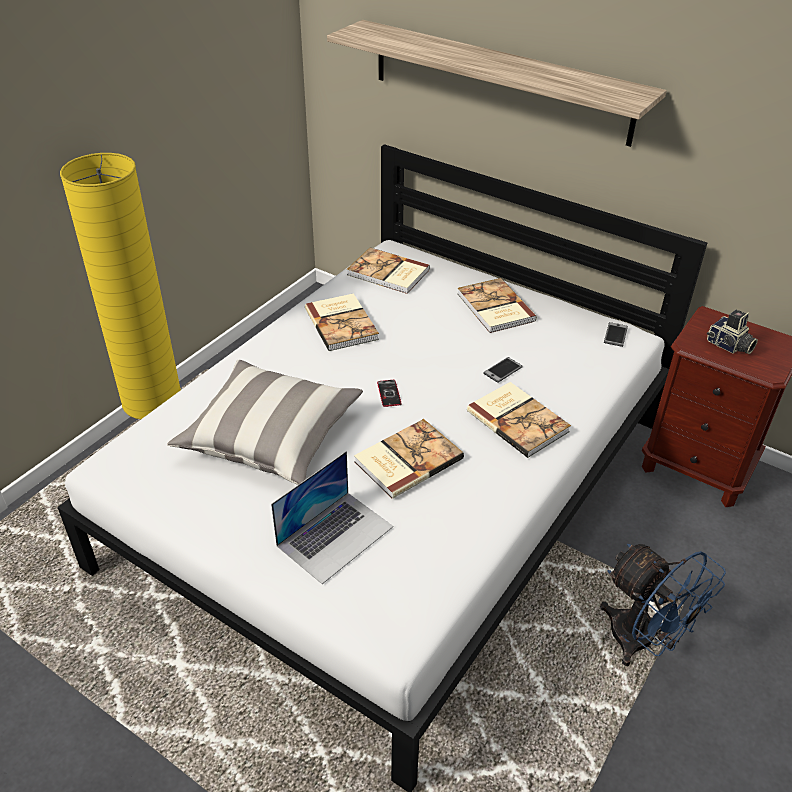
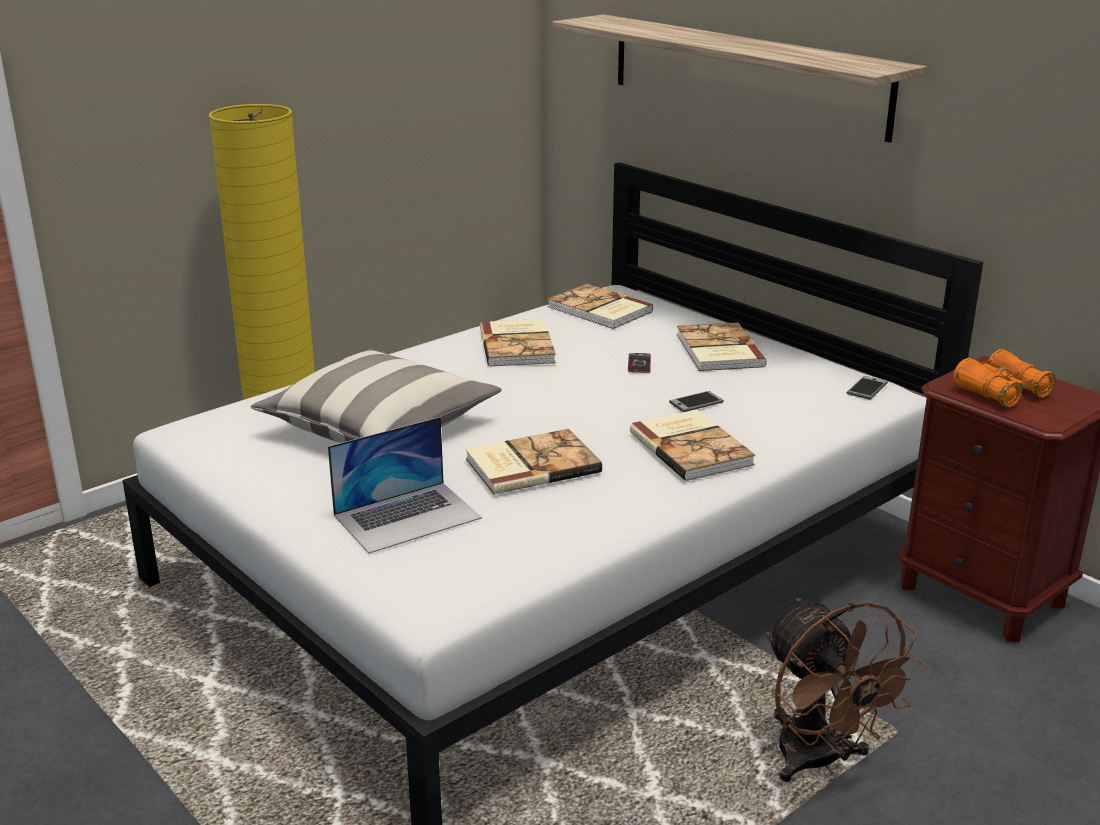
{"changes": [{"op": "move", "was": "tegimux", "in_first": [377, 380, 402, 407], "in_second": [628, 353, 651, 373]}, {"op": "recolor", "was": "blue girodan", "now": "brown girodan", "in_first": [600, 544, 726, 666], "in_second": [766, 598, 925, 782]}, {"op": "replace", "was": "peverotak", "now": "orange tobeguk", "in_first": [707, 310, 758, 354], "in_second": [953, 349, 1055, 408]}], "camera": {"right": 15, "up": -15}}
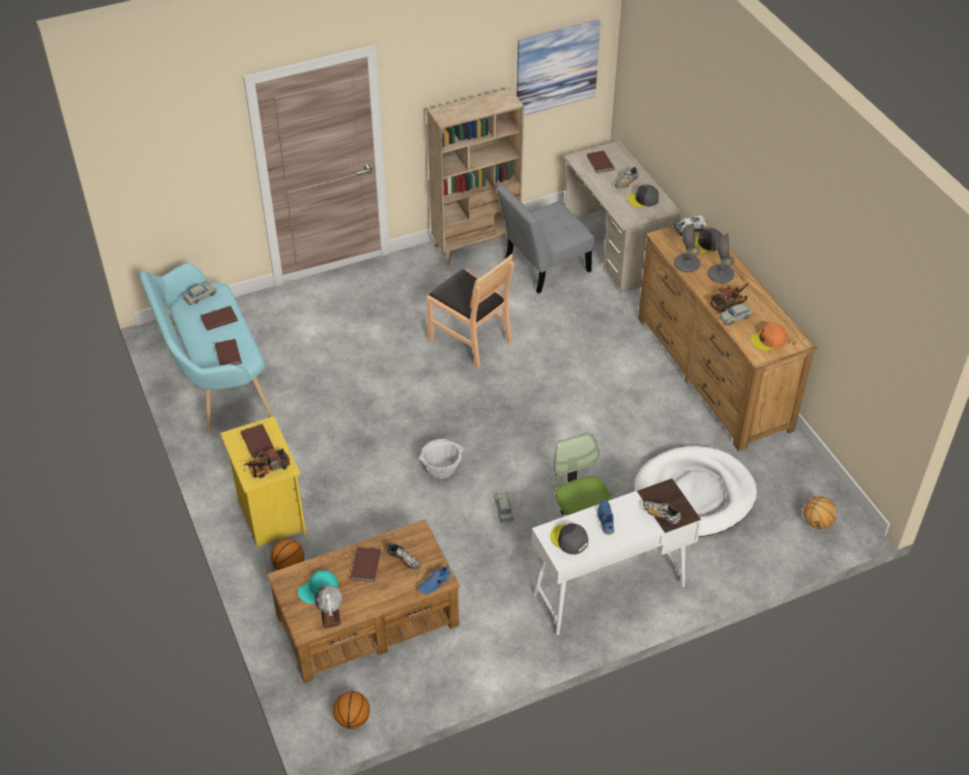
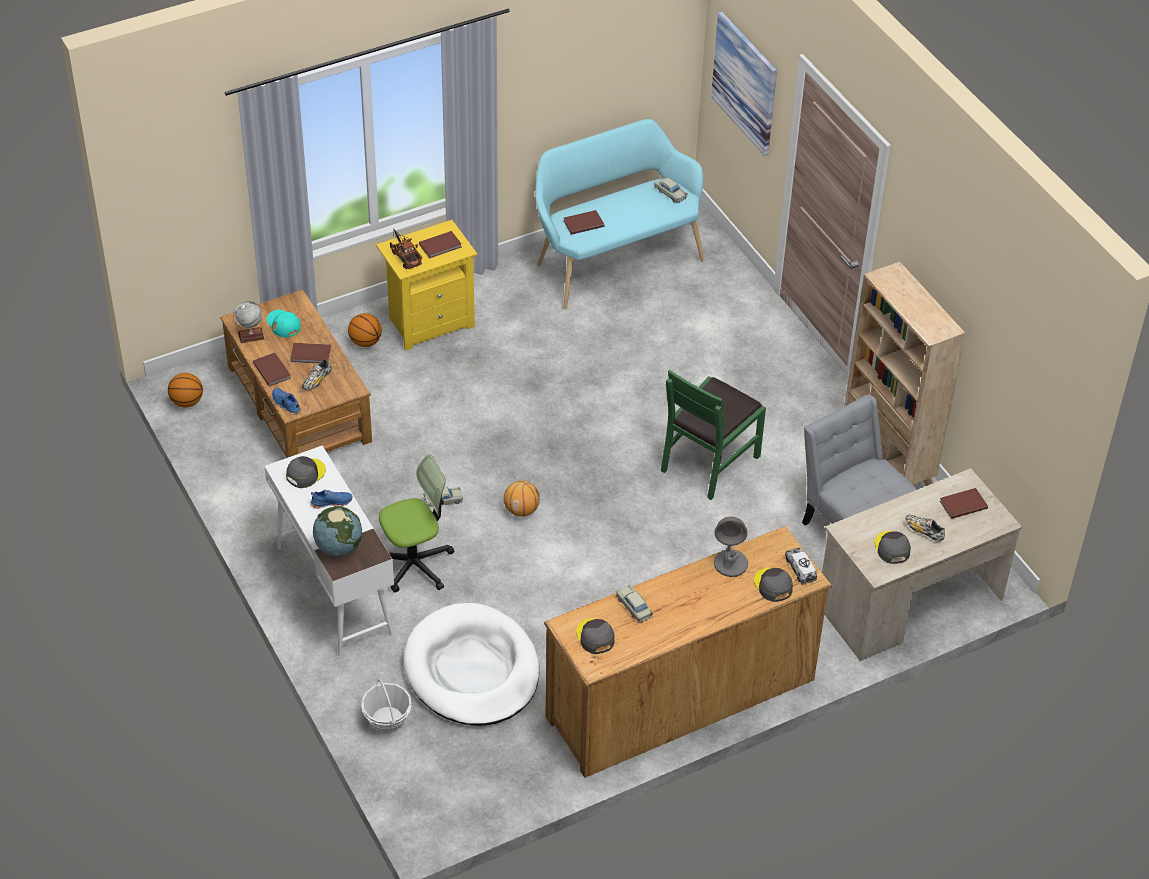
{"changes": [{"op": "move", "was": "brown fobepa", "in_first": [200, 306, 238, 331], "in_second": [253, 353, 291, 386]}, {"op": "move", "was": "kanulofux", "in_first": [418, 439, 464, 479], "in_second": [361, 679, 411, 733]}, {"op": "recolor", "was": "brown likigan", "now": "green likigan", "in_first": [426, 254, 514, 368], "in_second": [661, 370, 766, 500]}, {"op": "move", "was": "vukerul", "in_first": [517, 20, 601, 116], "in_second": [711, 12, 777, 156]}, {"op": "replace", "was": "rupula", "now": "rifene", "in_first": [643, 501, 681, 524], "in_second": [313, 506, 362, 556]}, {"op": "delete", "was": "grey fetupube", "in_first": [708, 234, 734, 283]}, {"op": "delete", "was": "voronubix", "in_first": [710, 283, 749, 313]}, {"op": "recolor", "was": "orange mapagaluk", "now": "grey mapagaluk", "in_first": [751, 323, 787, 351], "in_second": [576, 618, 615, 654]}, {"op": "move", "was": "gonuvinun", "in_first": [803, 496, 837, 529], "in_second": [504, 481, 540, 517]}], "camera": {"right": 85, "up": 0}}
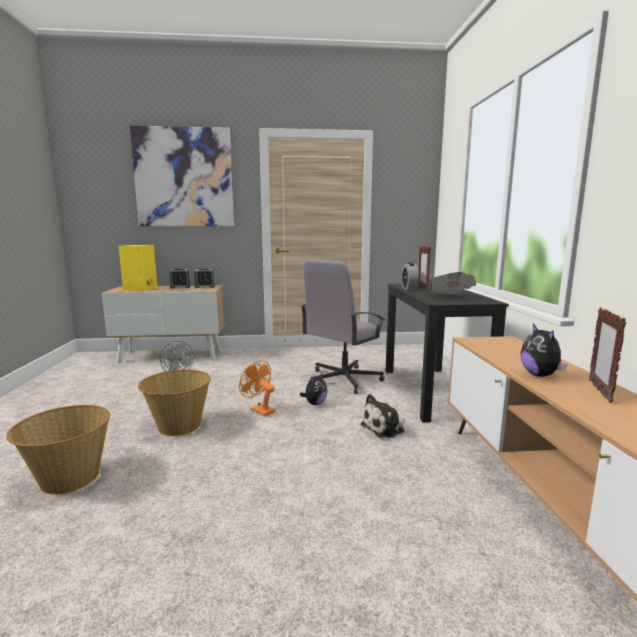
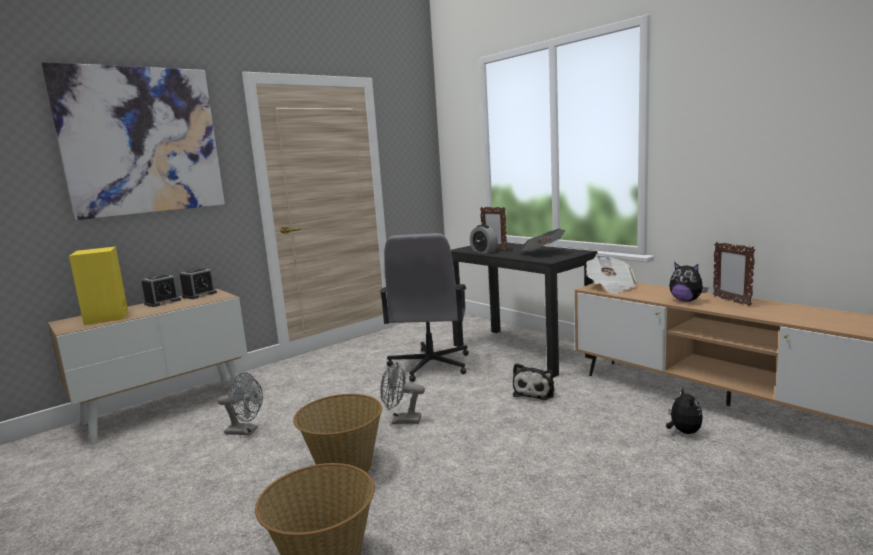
{"changes": [{"op": "recolor", "was": "orange girodan", "now": "grey girodan", "in_first": [239, 360, 275, 416], "in_second": [380, 362, 425, 424]}, {"op": "move", "was": "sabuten", "in_first": [300, 372, 327, 405], "in_second": [666, 388, 703, 434]}, {"op": "insert", "now": "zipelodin", "in_second": [586, 255, 636, 294]}], "camera": {"right": -35, "up": 0}}
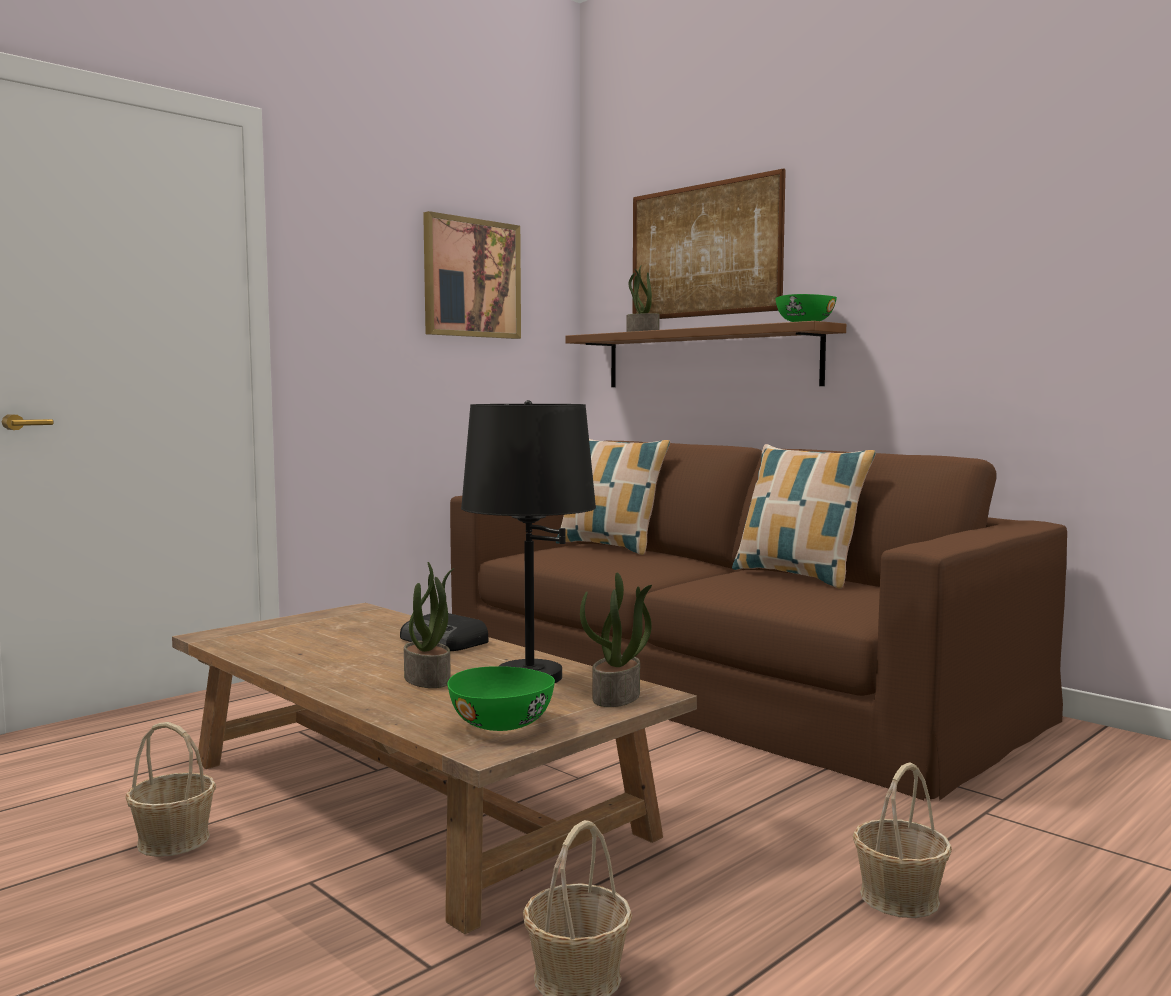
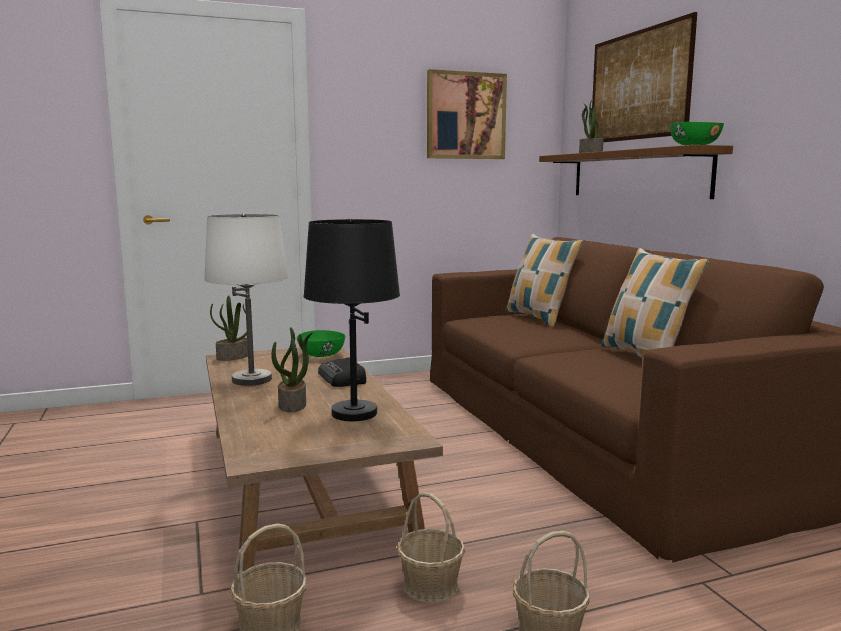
{"changes": [{"op": "move", "was": "kanulofux", "in_first": [125, 722, 216, 857], "in_second": [397, 492, 465, 603]}, {"op": "move", "was": "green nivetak", "in_first": [448, 666, 555, 731], "in_second": [297, 330, 345, 357]}, {"op": "move", "was": "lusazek", "in_first": [580, 573, 652, 707], "in_second": [210, 295, 248, 361]}, {"op": "insert", "now": "white fetupube", "in_second": [204, 213, 288, 386]}], "camera": {"right": 25, "up": 5}}
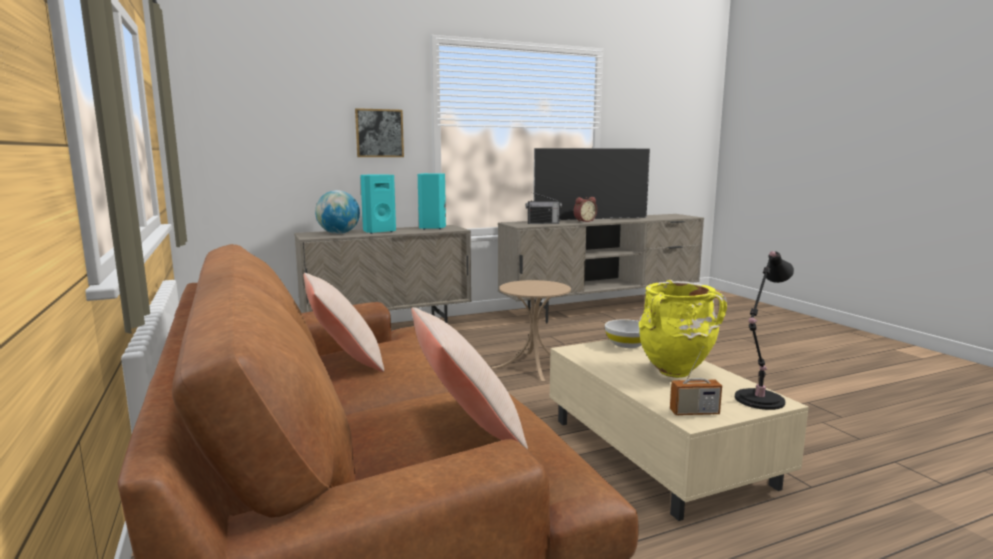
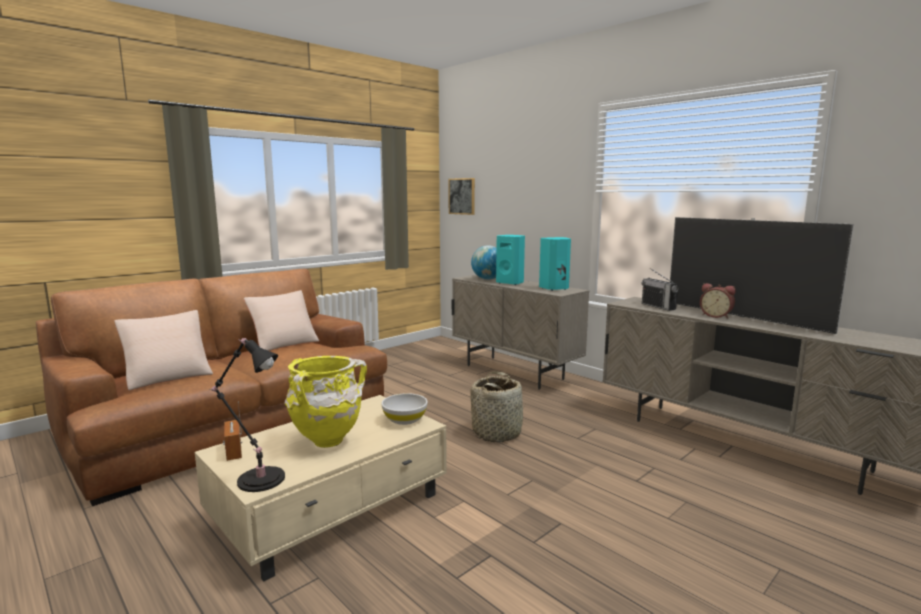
{"changes": [{"op": "move", "was": "vukerul", "in_first": [355, 108, 404, 157], "in_second": [448, 178, 475, 215]}, {"op": "replace", "was": "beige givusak", "now": "kanulofux", "in_first": [492, 280, 571, 382], "in_second": [470, 371, 525, 442]}], "camera": {"right": 70, "up": 0}}
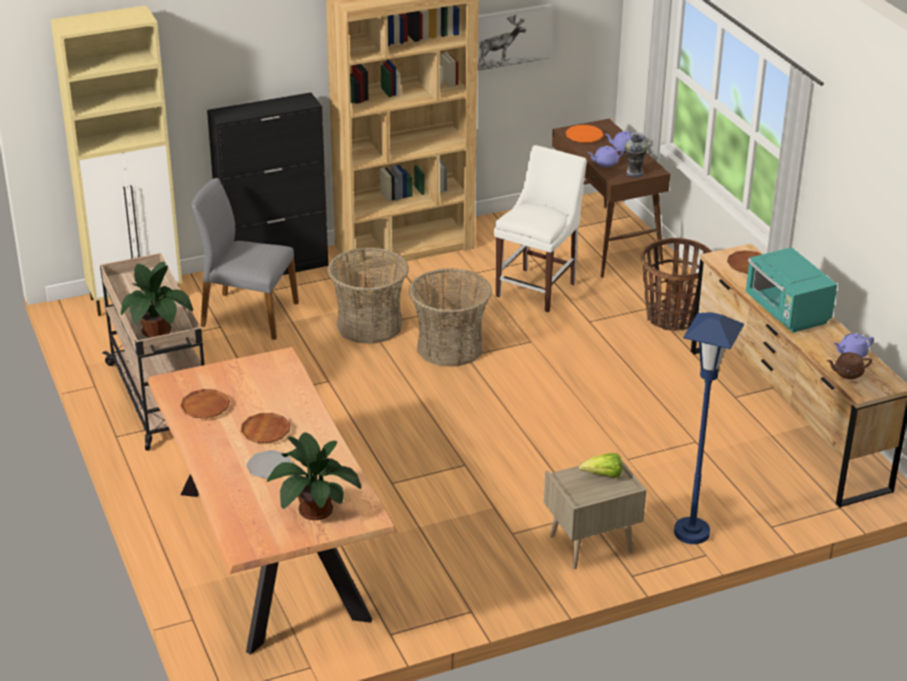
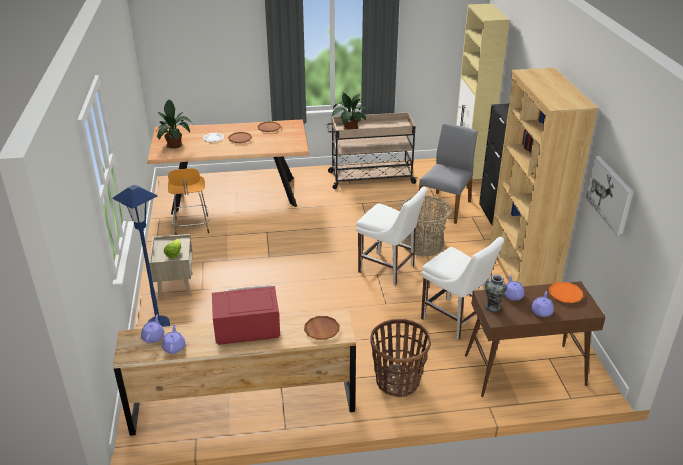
{"changes": [{"op": "replace", "was": "kanulofux", "now": "white likigan", "in_first": [409, 268, 492, 367], "in_second": [356, 187, 427, 286]}, {"op": "recolor", "was": "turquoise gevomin", "now": "red gevomin", "in_first": [745, 247, 837, 333], "in_second": [212, 286, 280, 345]}, {"op": "recolor", "was": "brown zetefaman", "now": "purple zetefaman", "in_first": [827, 352, 872, 379], "in_second": [141, 314, 165, 343]}, {"op": "insert", "now": "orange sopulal", "in_second": [168, 168, 210, 235]}], "camera": {"right": 105, "up": 0}}
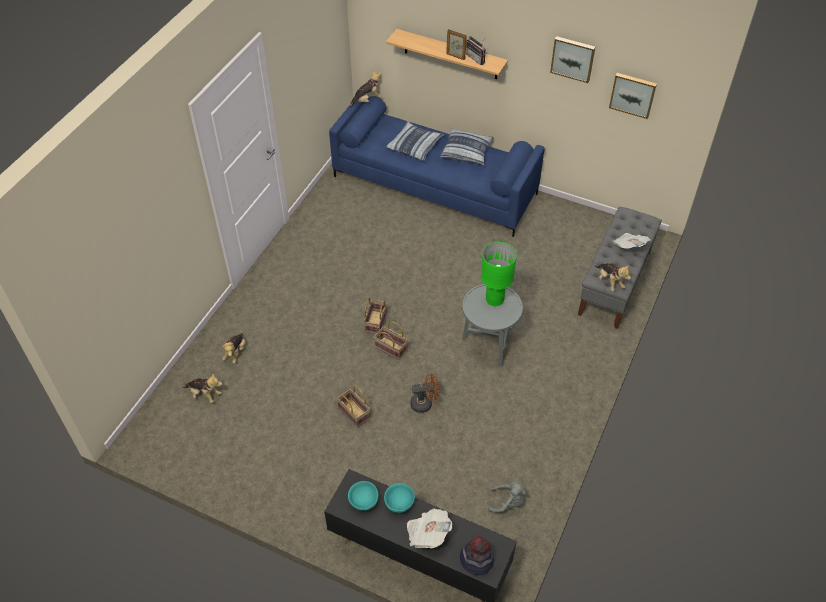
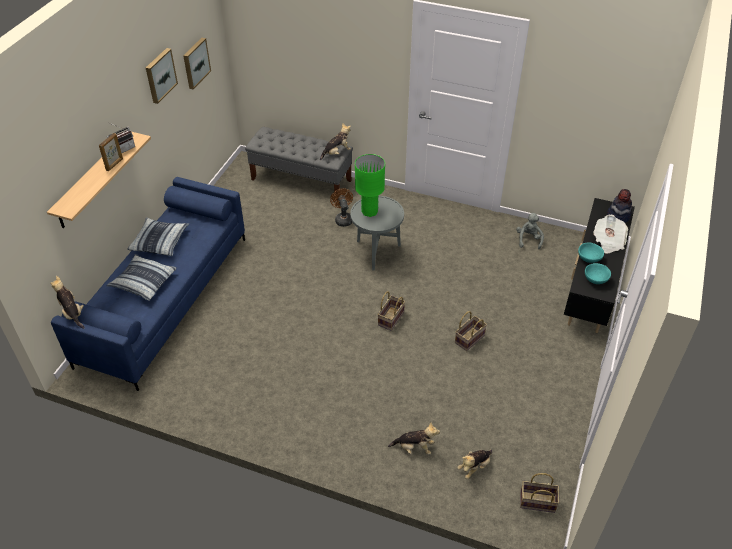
{"changes": [{"op": "rotate", "was": "sabuten", "in_first": [182, 373, 223, 403], "in_second": [457, 449, 492, 479], "clockwise": -150}, {"op": "move", "was": "kanulofux", "in_first": [364, 298, 387, 334], "in_second": [520, 473, 559, 513]}, {"op": "move", "was": "brown girodan", "in_first": [410, 373, 439, 413], "in_second": [330, 188, 353, 227]}, {"op": "delete", "was": "zipelodin", "in_first": [613, 233, 650, 249]}], "camera": {"right": -95, "up": -5}}
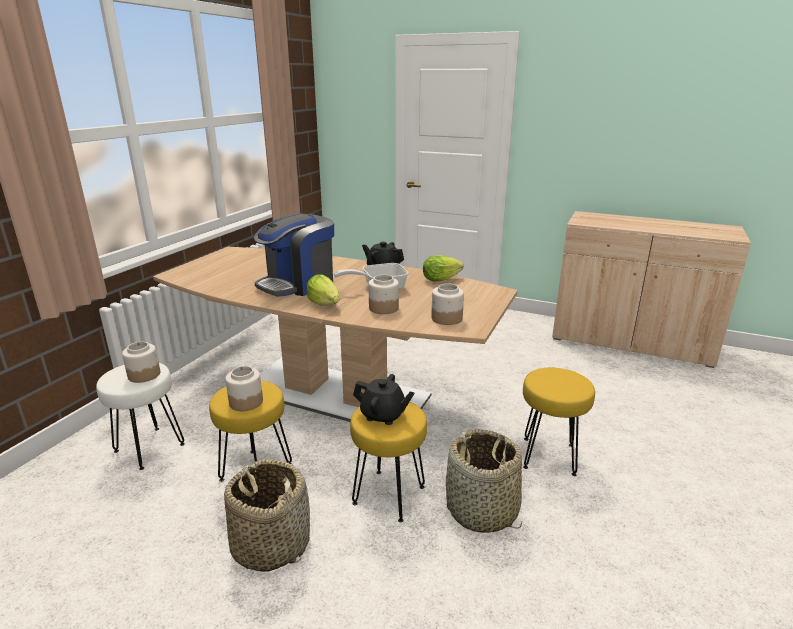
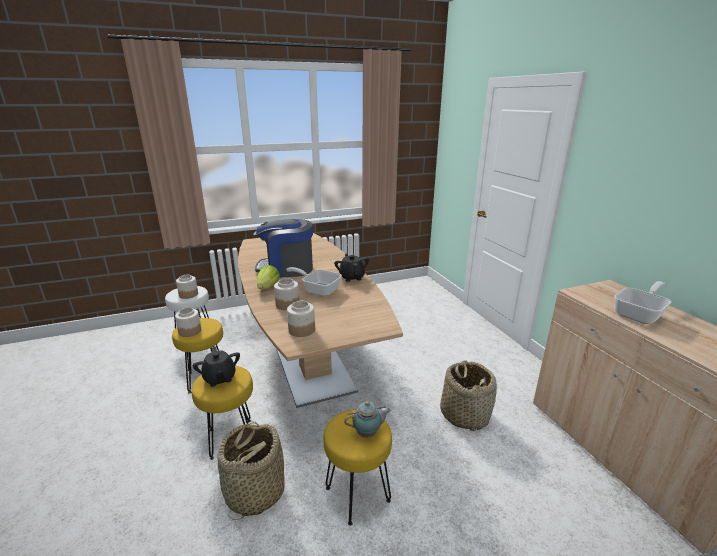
{"changes": [{"op": "move", "was": "kanulofux", "in_first": [224, 459, 310, 572], "in_second": [440, 360, 497, 431]}, {"op": "delete", "was": "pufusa", "in_first": [423, 255, 463, 282]}, {"op": "insert", "now": "zetefaman", "in_second": [344, 401, 391, 438]}, {"op": "insert", "now": "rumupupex", "in_second": [614, 281, 671, 324]}], "camera": {"right": 45, "up": 0}}
